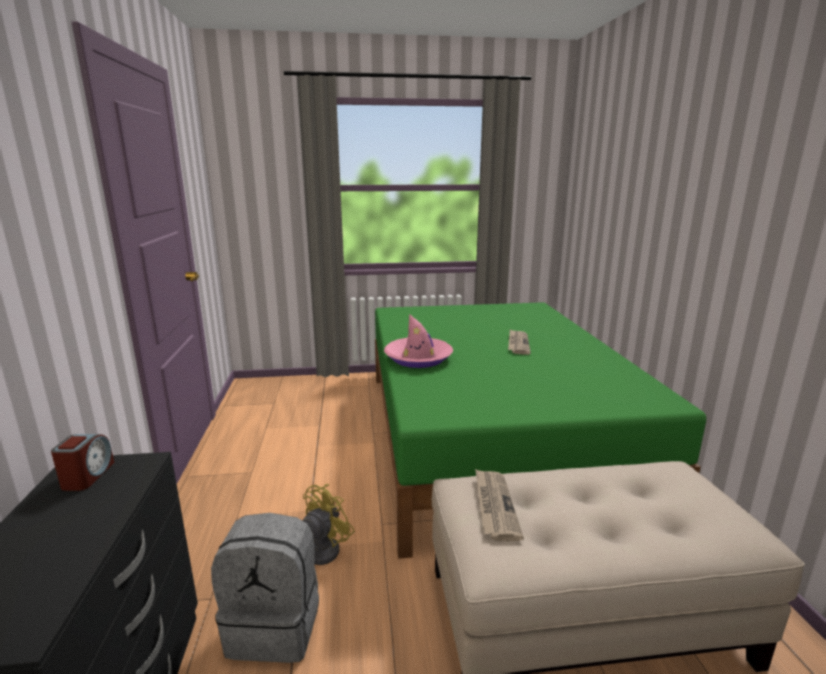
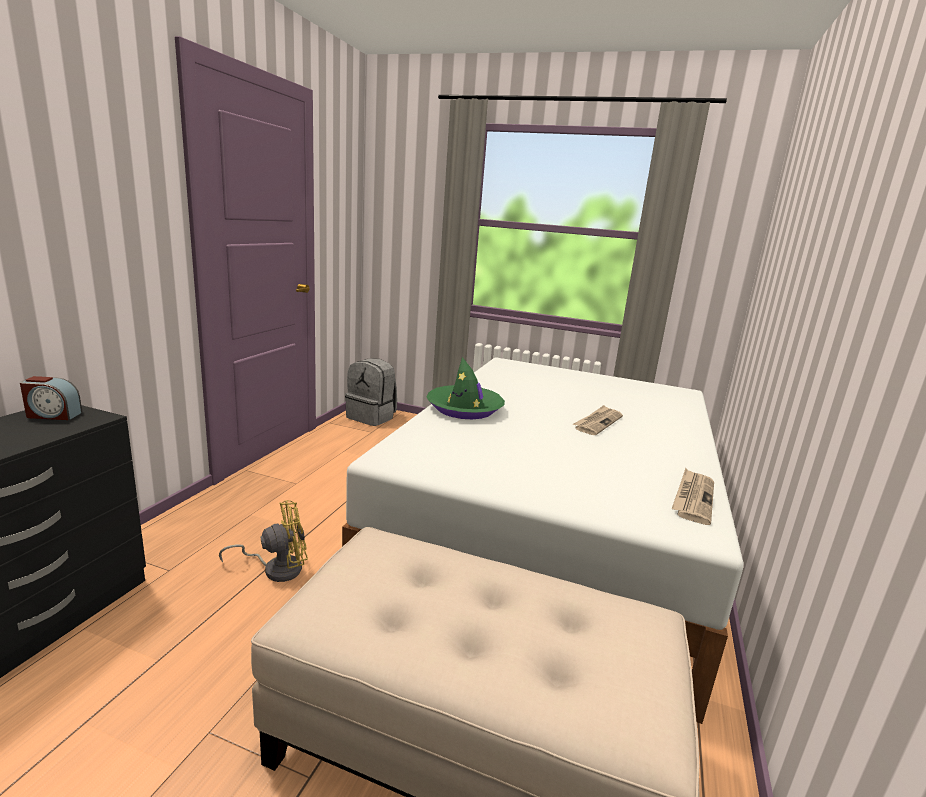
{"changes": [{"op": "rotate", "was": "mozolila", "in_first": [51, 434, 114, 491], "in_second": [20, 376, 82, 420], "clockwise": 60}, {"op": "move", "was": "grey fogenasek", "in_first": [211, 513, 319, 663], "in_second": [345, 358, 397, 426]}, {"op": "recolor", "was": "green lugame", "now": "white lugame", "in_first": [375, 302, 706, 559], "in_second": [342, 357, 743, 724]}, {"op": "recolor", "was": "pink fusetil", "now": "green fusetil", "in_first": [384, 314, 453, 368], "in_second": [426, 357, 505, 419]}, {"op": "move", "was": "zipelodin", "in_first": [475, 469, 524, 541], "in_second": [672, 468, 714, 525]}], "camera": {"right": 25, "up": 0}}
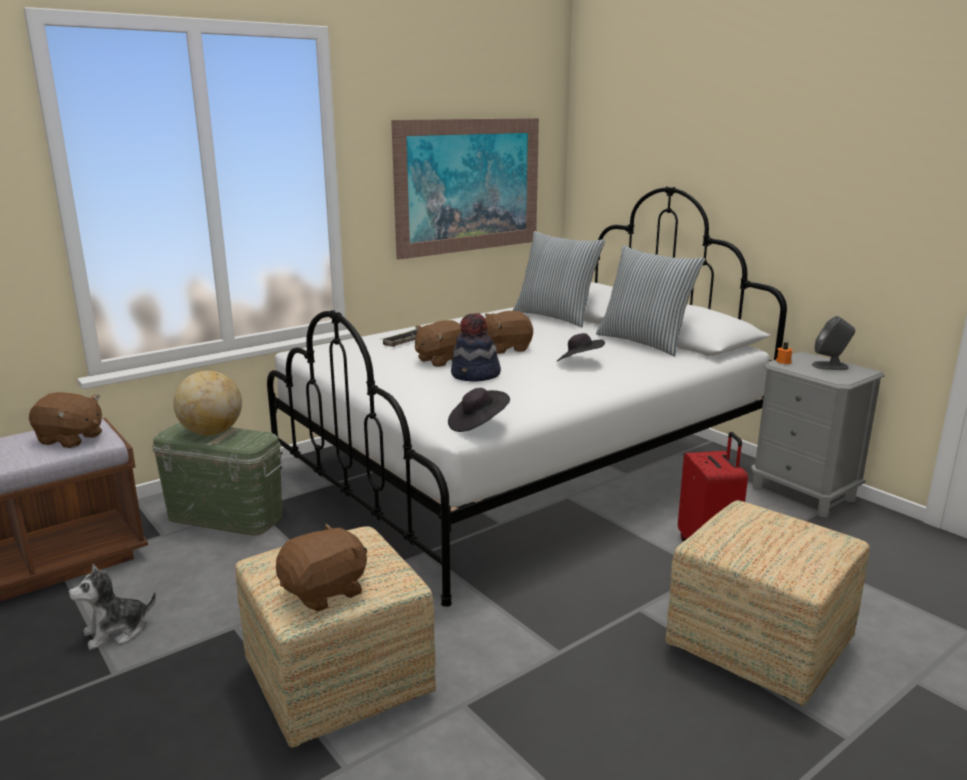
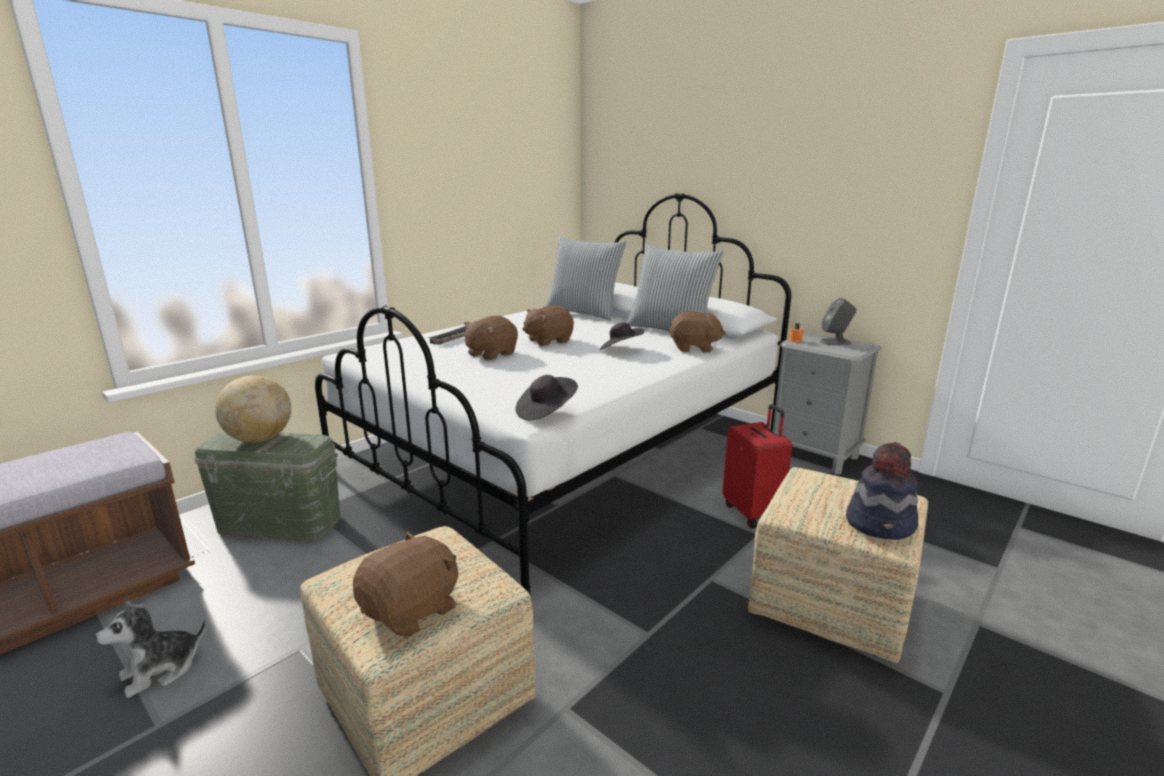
{"changes": [{"op": "move", "was": "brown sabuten", "in_first": [29, 392, 102, 448], "in_second": [669, 312, 726, 353]}, {"op": "delete", "was": "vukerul", "in_first": [391, 118, 539, 260]}, {"op": "move", "was": "fusetil", "in_first": [451, 313, 501, 382], "in_second": [846, 442, 918, 540]}], "camera": {"right": -10, "up": 0}}
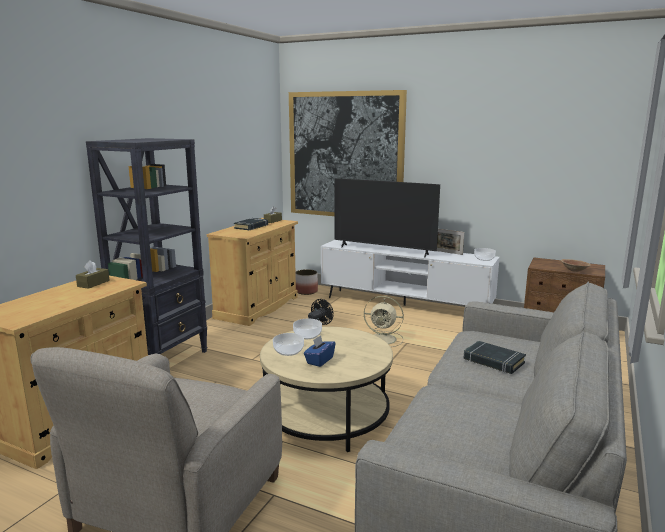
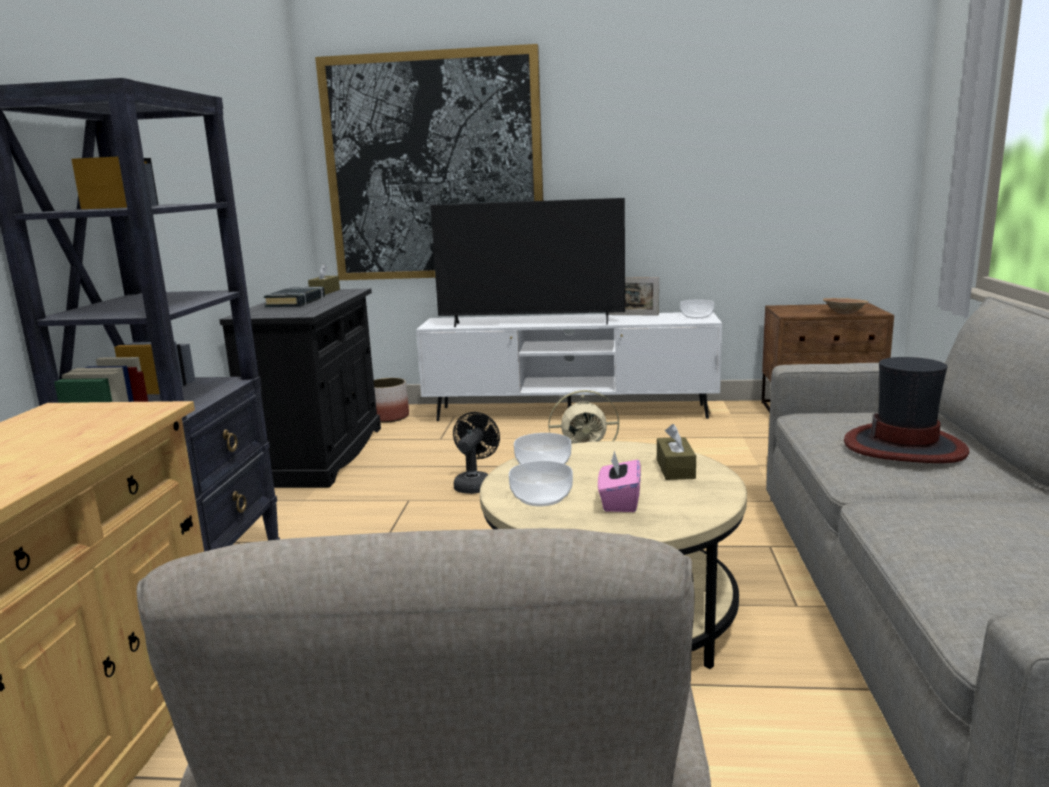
{"changes": [{"op": "move", "was": "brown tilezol", "in_first": [76, 260, 110, 289], "in_second": [657, 424, 696, 480]}, {"op": "recolor", "was": "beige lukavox", "now": "black lukavox", "in_first": [207, 218, 298, 326], "in_second": [220, 288, 381, 488]}, {"op": "recolor", "was": "blue tilezol", "now": "pink tilezol", "in_first": [304, 335, 336, 367], "in_second": [598, 451, 641, 512]}, {"op": "replace", "was": "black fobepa", "now": "fusetil", "in_first": [463, 341, 526, 374], "in_second": [844, 357, 969, 463]}], "camera": {"right": -20, "up": 0}}
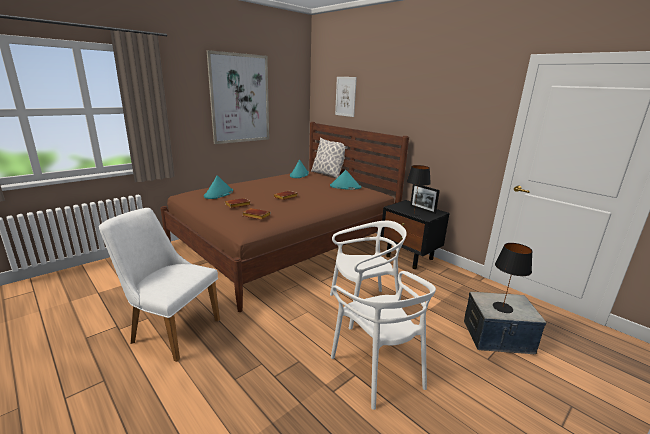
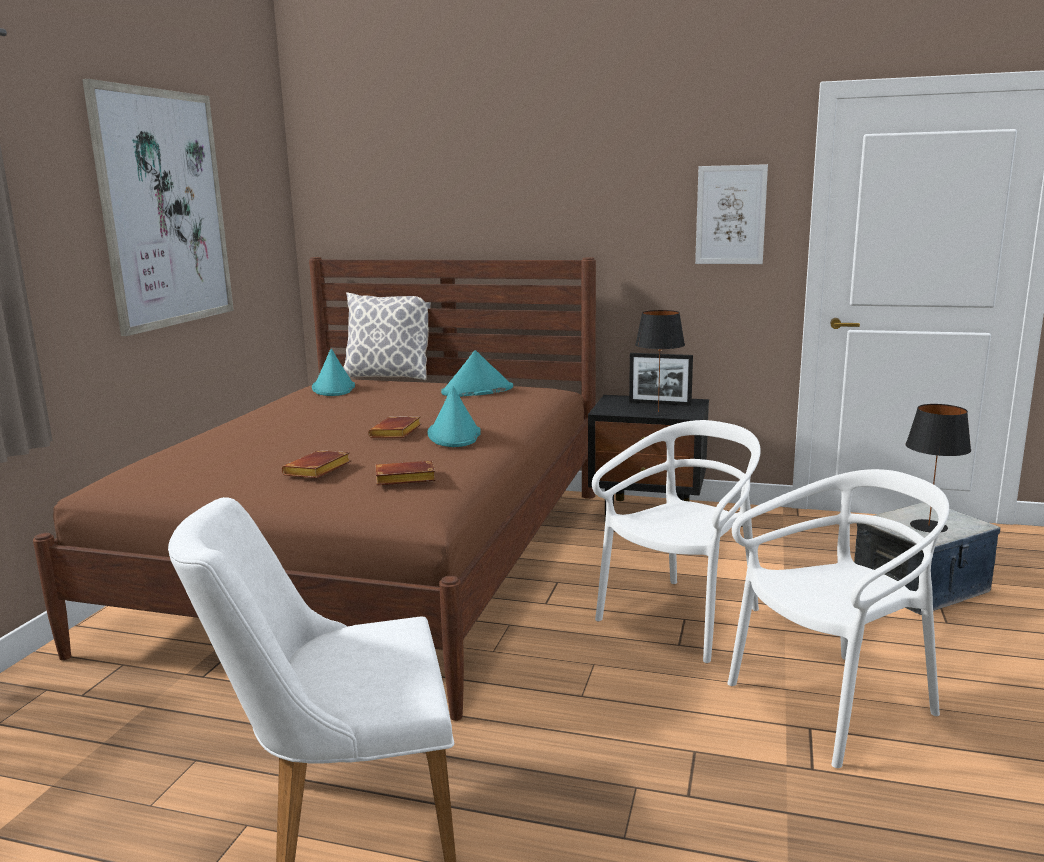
{"changes": [{"op": "move", "was": "turquoise fusetil", "in_first": [204, 175, 233, 199], "in_second": [427, 386, 481, 447]}, {"op": "rotate", "was": "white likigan", "in_first": [331, 271, 436, 410], "in_second": [727, 469, 949, 768], "clockwise": -60}, {"op": "move", "was": "vukerul", "in_first": [335, 77, 357, 117], "in_second": [695, 164, 768, 264]}], "camera": {"right": -30, "up": -5}}
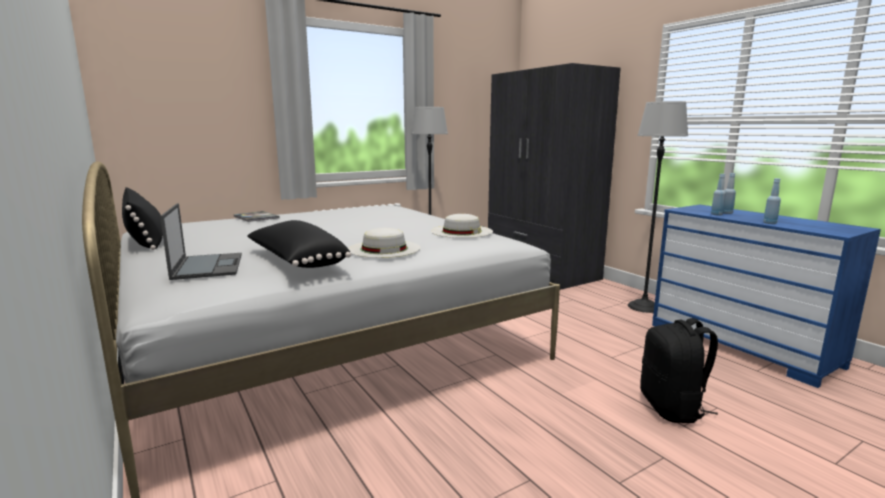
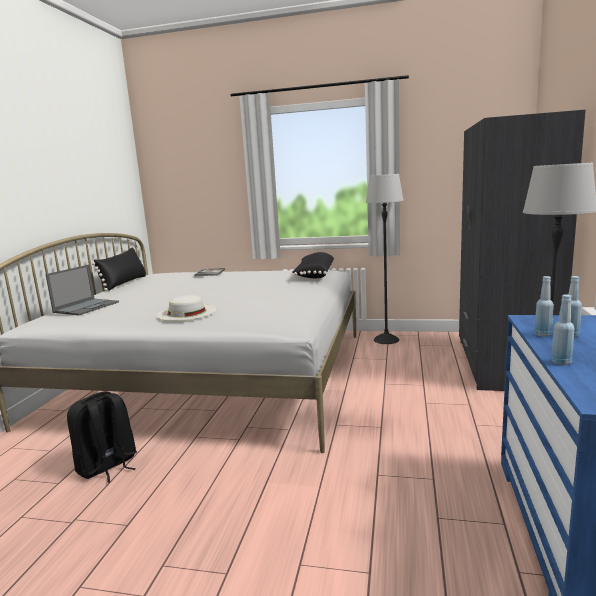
{"changes": [{"op": "move", "was": "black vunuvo", "in_first": [247, 220, 351, 268], "in_second": [293, 252, 334, 278]}, {"op": "delete", "was": "white fusetil", "in_first": [431, 214, 493, 238]}, {"op": "move", "was": "black fogenasek", "in_first": [640, 318, 718, 423], "in_second": [67, 391, 137, 483]}], "camera": {"right": 45, "up": 0}}
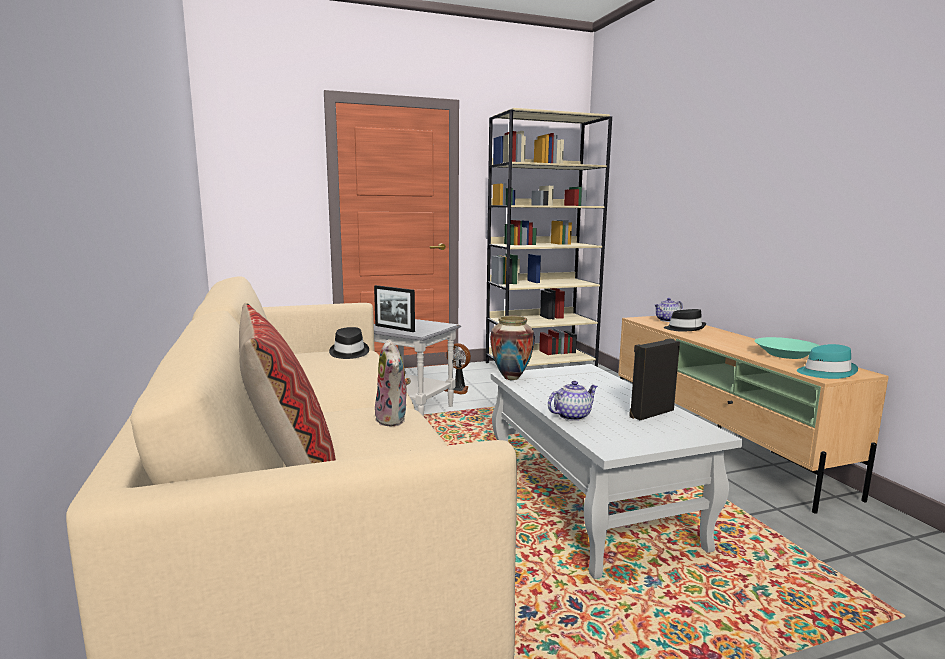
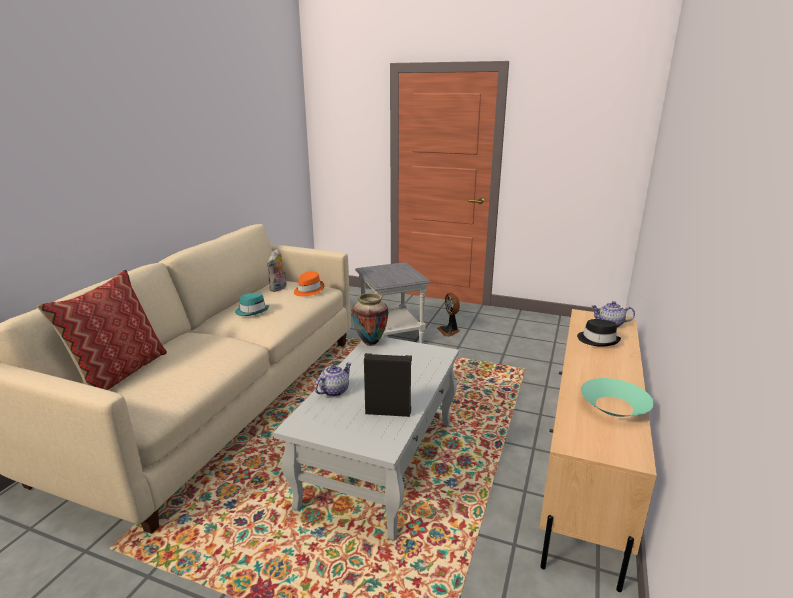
{"changes": [{"op": "recolor", "was": "black fusetil", "now": "orange fusetil", "in_first": [329, 327, 369, 359], "in_second": [294, 271, 324, 296]}, {"op": "delete", "was": "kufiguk", "in_first": [374, 285, 415, 332]}, {"op": "move", "was": "sabuten", "in_first": [375, 339, 411, 426], "in_second": [267, 249, 287, 292]}, {"op": "delete", "was": "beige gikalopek", "in_first": [486, 108, 612, 367]}, {"op": "rotate", "was": "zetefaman", "in_first": [548, 381, 598, 421], "in_second": [315, 362, 352, 396], "clockwise": -60}, {"op": "move", "was": "turquoise fusetil", "in_first": [797, 344, 858, 379], "in_second": [235, 293, 269, 316]}], "camera": {"right": 40, "up": 10}}
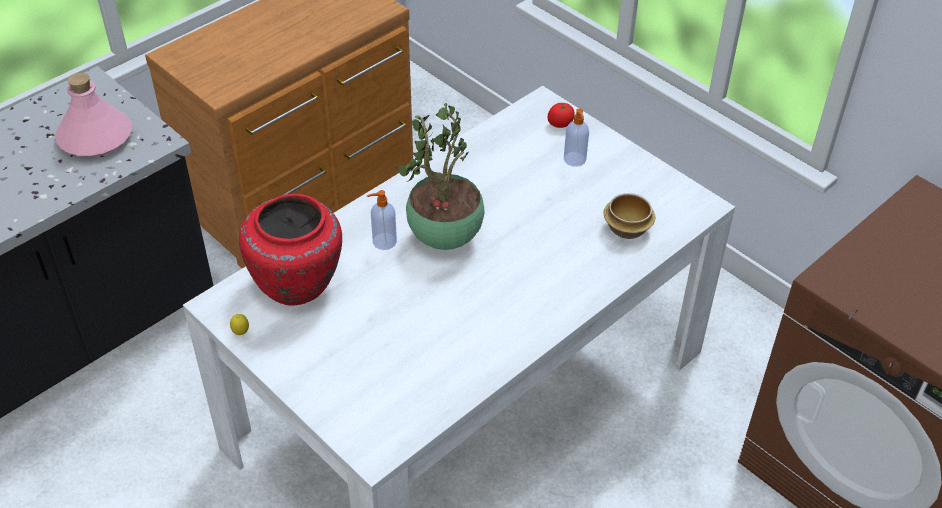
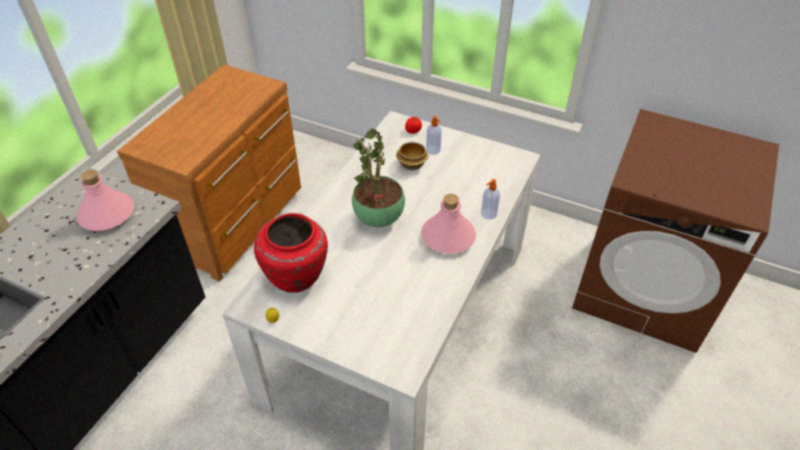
{"changes": [{"op": "move", "was": "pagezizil", "in_first": [367, 190, 397, 250], "in_second": [481, 179, 500, 220]}, {"op": "move", "was": "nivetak", "in_first": [604, 193, 655, 239], "in_second": [396, 142, 429, 170]}, {"op": "insert", "now": "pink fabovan", "in_second": [421, 194, 476, 254]}], "camera": {"right": -20, "up": 0}}
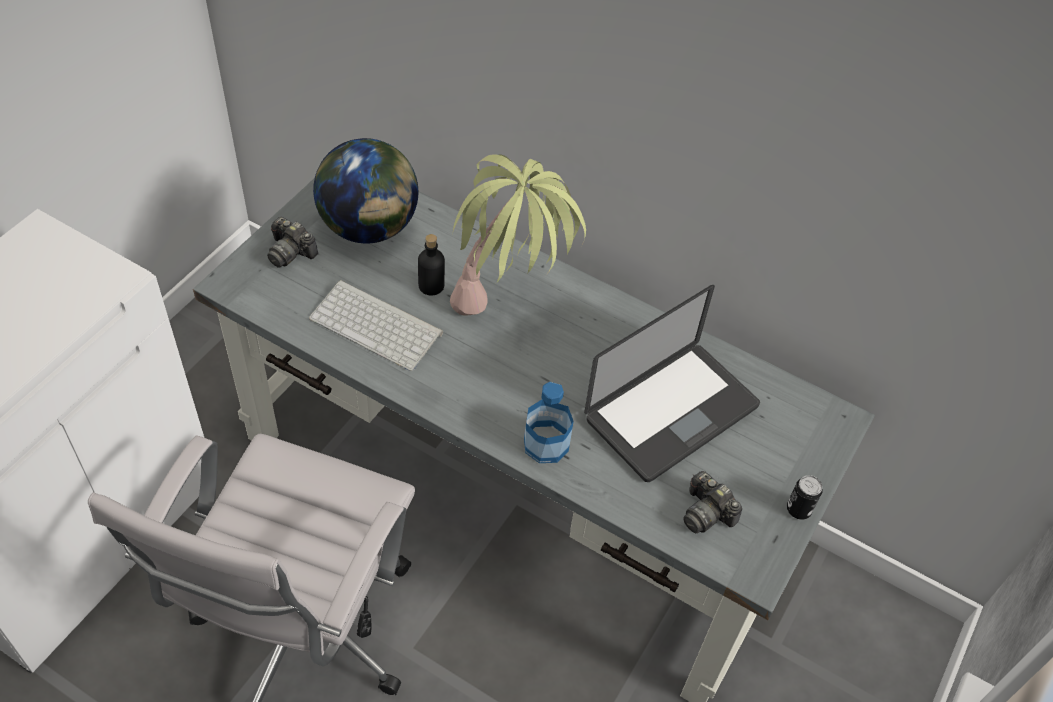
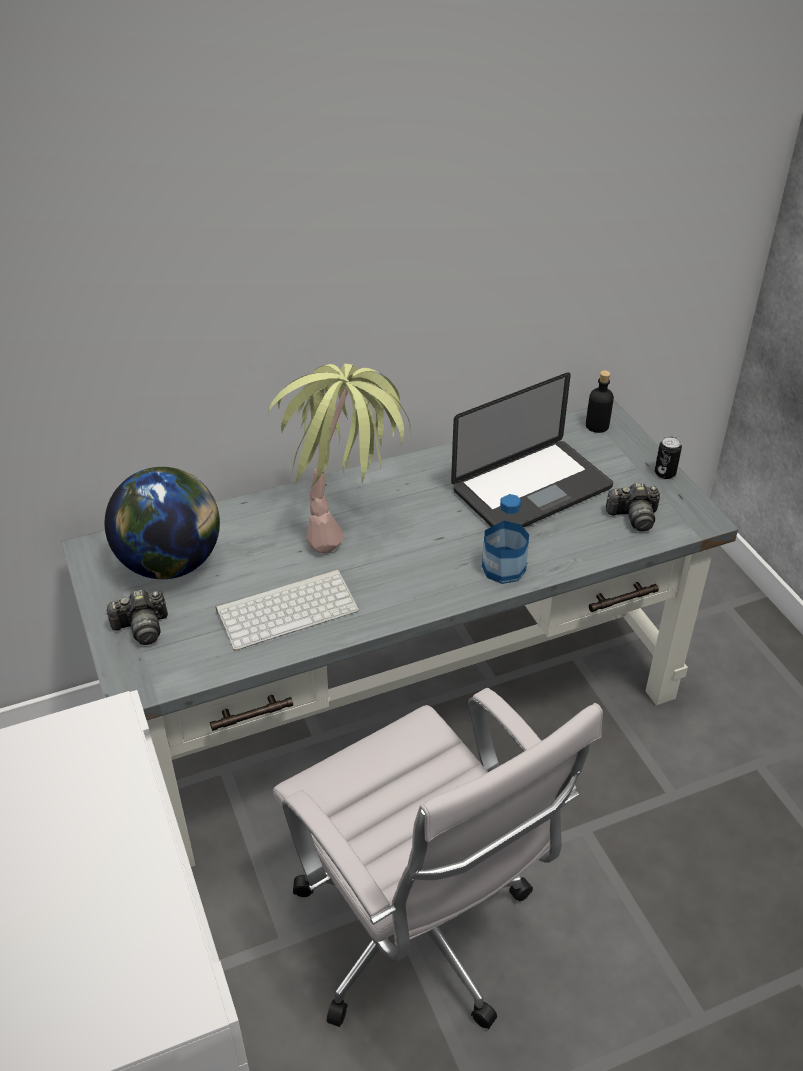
{"changes": [{"op": "move", "was": "black fabovan", "in_first": [418, 234, 445, 295], "in_second": [586, 370, 614, 433]}, {"op": "rotate", "was": "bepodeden", "in_first": [584, 285, 760, 482], "in_second": [451, 372, 613, 528], "clockwise": 60}], "camera": {"right": -50, "up": -10}}
